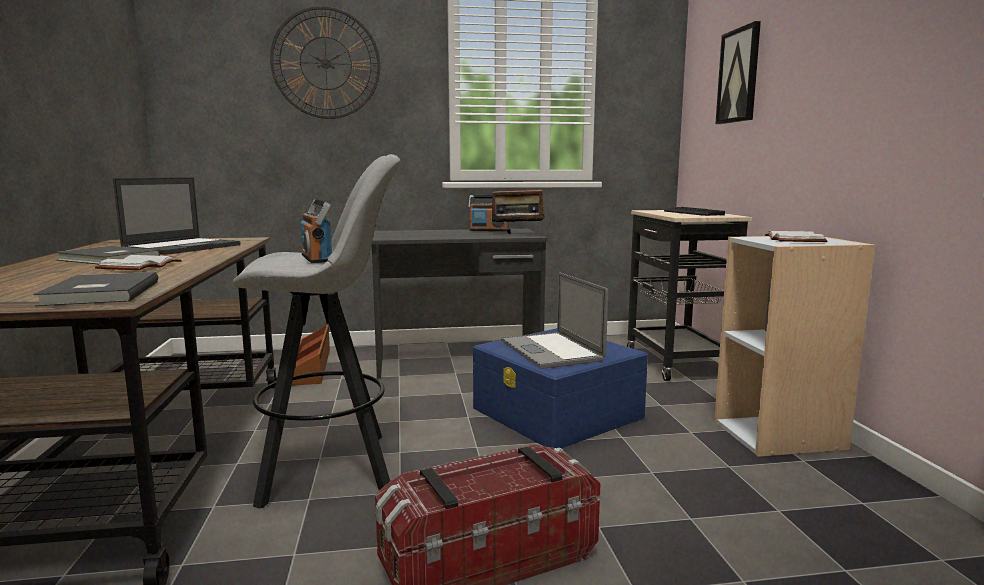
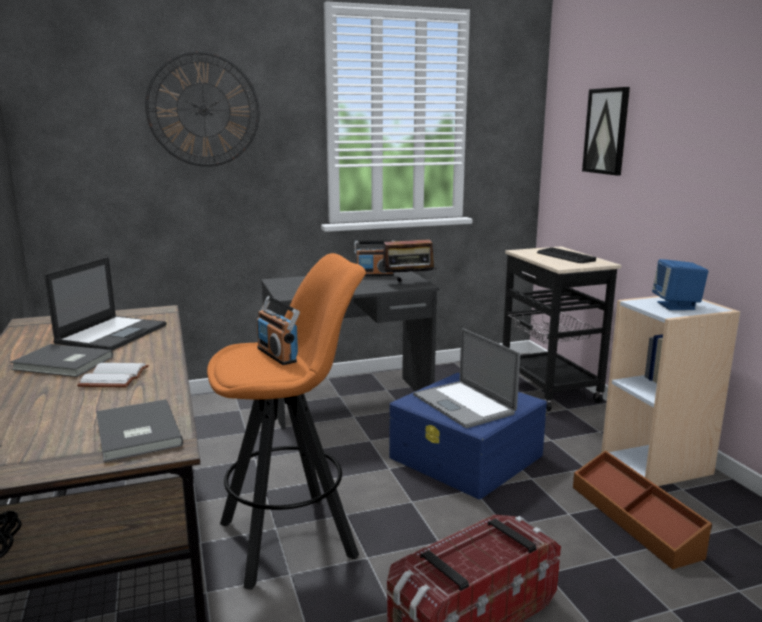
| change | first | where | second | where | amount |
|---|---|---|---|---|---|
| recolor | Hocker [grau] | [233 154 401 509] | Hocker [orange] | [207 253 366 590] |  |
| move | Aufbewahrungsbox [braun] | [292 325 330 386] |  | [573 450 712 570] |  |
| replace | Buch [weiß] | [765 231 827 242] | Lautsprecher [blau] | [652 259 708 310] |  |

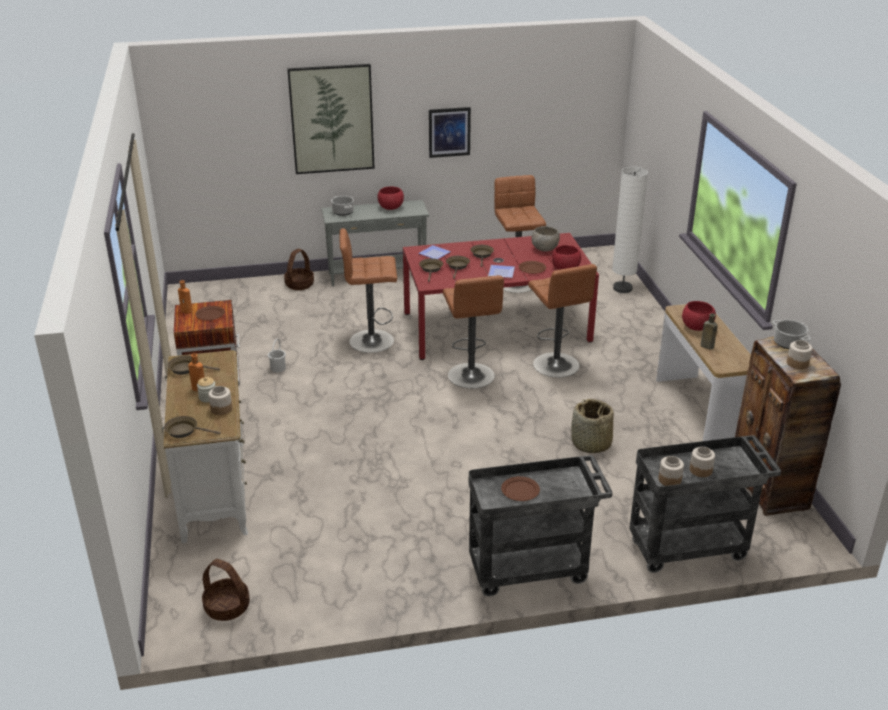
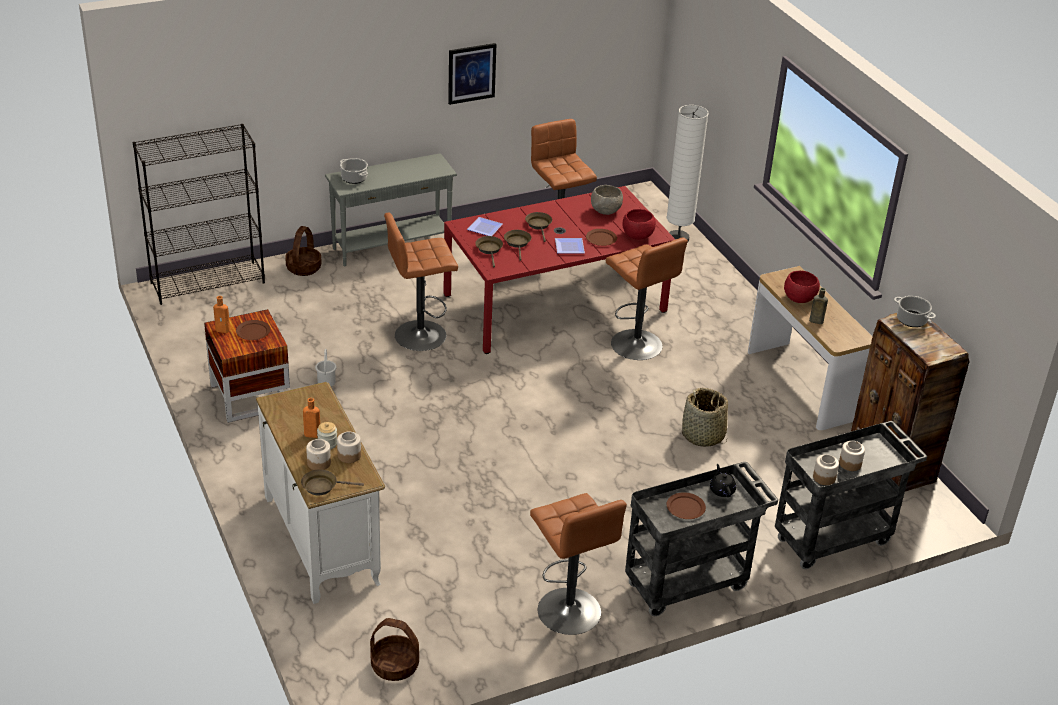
| change | first | where | second | where | amount |
|---|---|---|---|---|---|
| insert |  |  | Bücherregal [schwarz] | [133 124 265 305] |  |
| move | Vorratsglas | [787 340 813 369] |  | [306 439 331 470] |  |
| move | Hocker [braun] | [443 275 504 389] |  | [530 493 627 635] |  |
| insert |  |  | Teekanne [schwarz] | [710 464 736 497] |  |
| delete | Pfanne [braun] | [167 356 220 375] |  |  |  |
| delete | Bild | [287 64 375 174] |  |  |  |
| delete | Schüssel [rot] | [378 186 404 210] |  |  |  |

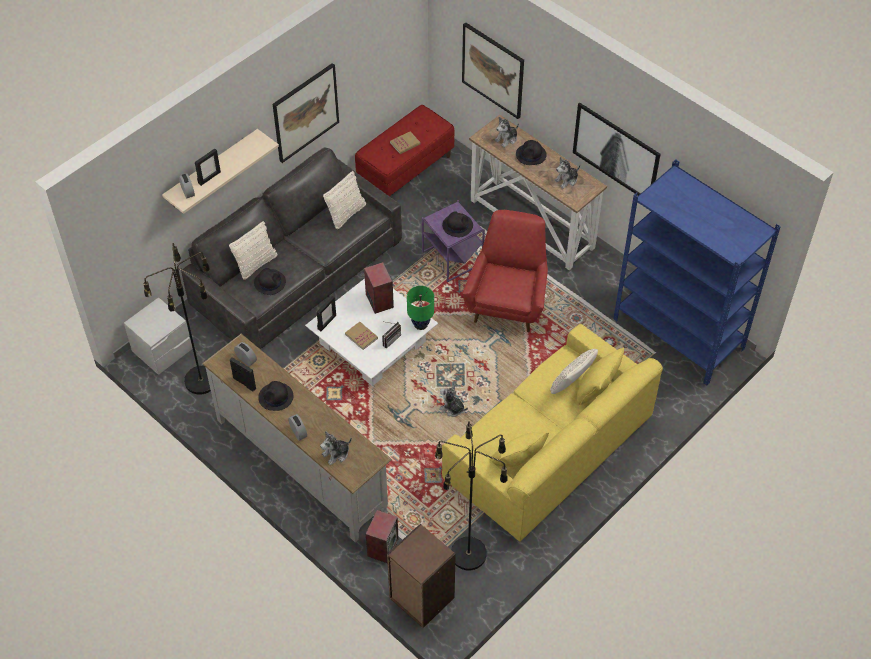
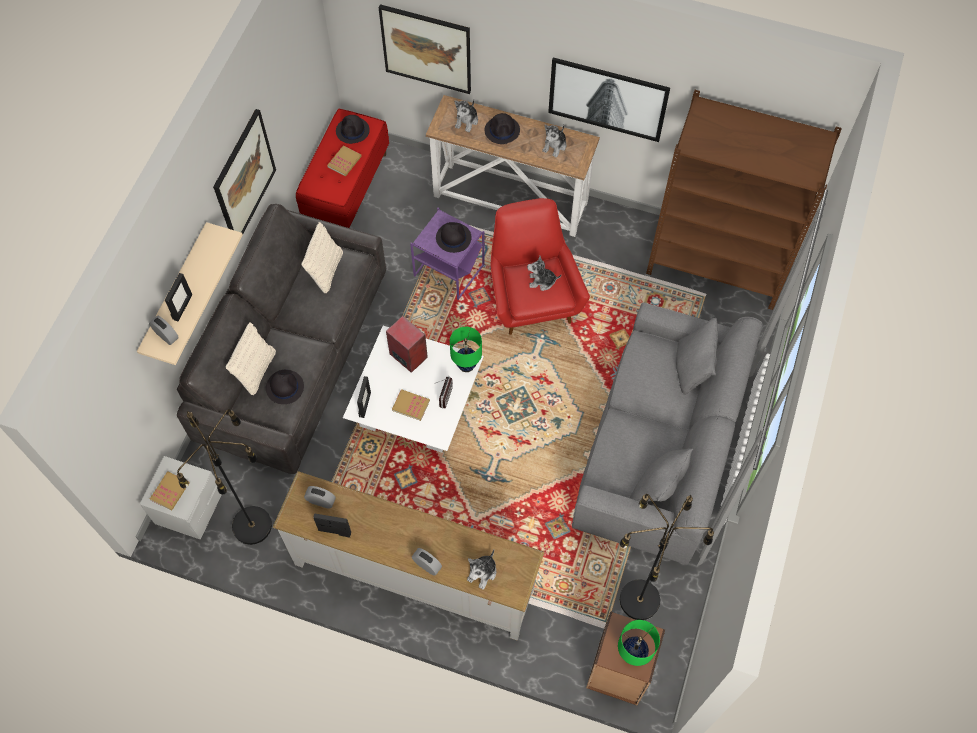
| change | first | where | second | where | amount |
|---|---|---|---|---|---|
| insert |  |  | Buch | [150 471 190 511] |  |
| move | Hut [schwarz] | [258 381 293 411] |  | [336 115 370 144] |  |
| move | Plüschtier | [439 384 468 417] |  | [527 256 561 291] |  |
| recolor | Sofa [gelb] | [442 324 663 542] | Sofa [grau] | [572 303 763 565] |  |
| insert |  |  | Tischlampe [grün] | [618 620 660 666] |  |
| recolor | Bücherregal [blau] | [613 159 781 385] | Bücherregal [braun] | [646 90 842 310] |  |
| delete | Lautsprecher | [366 510 399 563] |  |  |  |
| delete | Kissen [beige] | [550 349 598 394] |  |  |  |

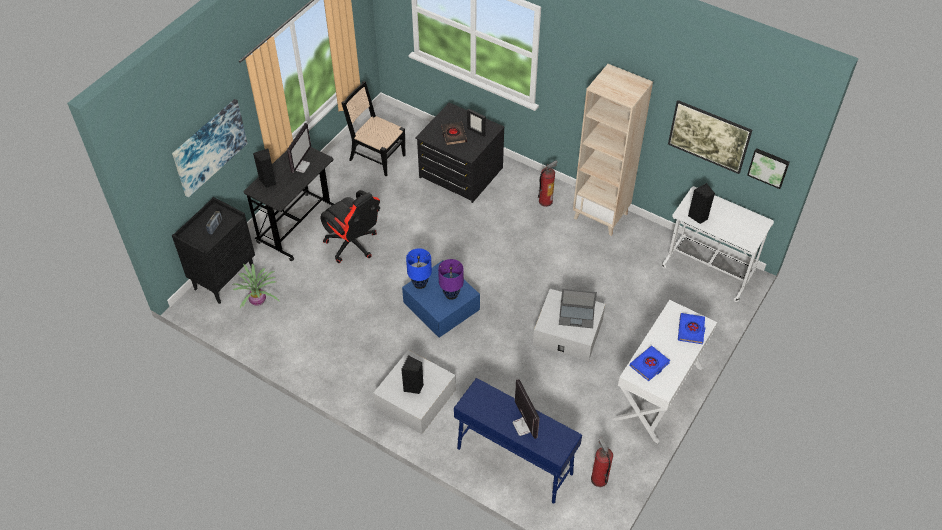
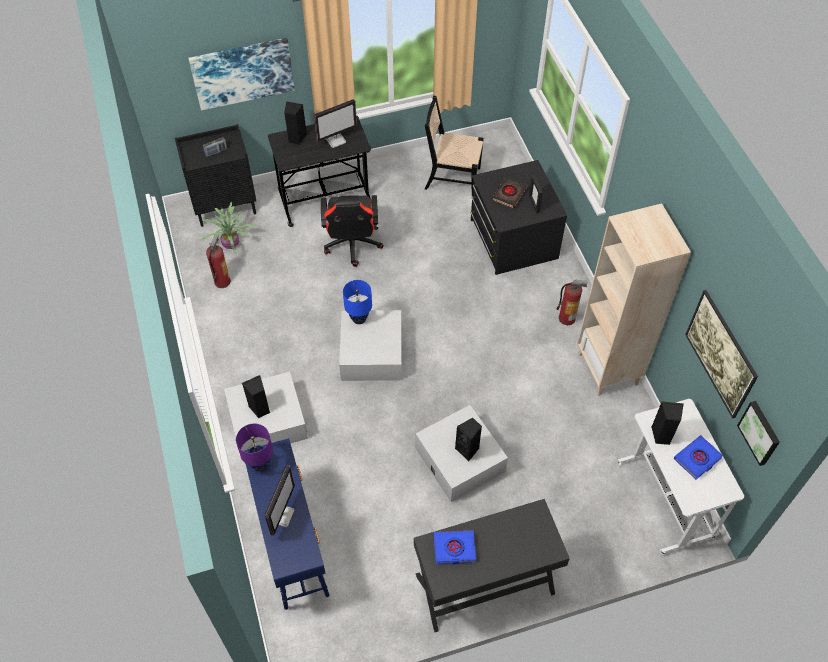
| change | first | where | second | where | amount |
|---|---|---|---|---|---|
| move | Feuerlöscher | [591 438 613 487] |  | [206 234 231 288] |  |
| move | Tischlampe [lila] | [438 259 464 300] |  | [236 424 273 471] |  |
| recolor | Aufbewahrungsbox [blau] | [402 260 480 338] | Aufbewahrungsbox [weiß] | [339 310 402 381] |  |
| recolor | Schreibtisch [weiß] | [612 300 717 443] | Schreibtisch [schwarz] | [414 499 570 632] |  |
| rotate | Stuhl | [342 81 405 176] |  | [425 96 484 195] | 60 degrees counterclockwise |
| replace | Laptop | [559 289 597 328] | Lautsprecher [schwarz] | [455 418 482 461] |  |
| move | Buch [blau] | [678 313 705 344] |  | [674 435 723 480] |  |

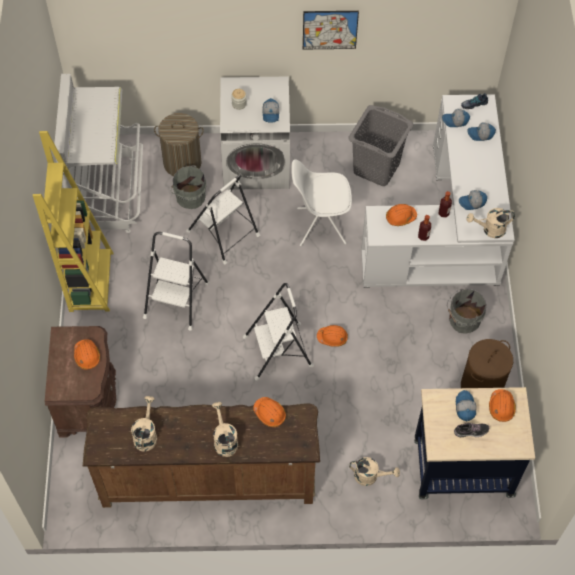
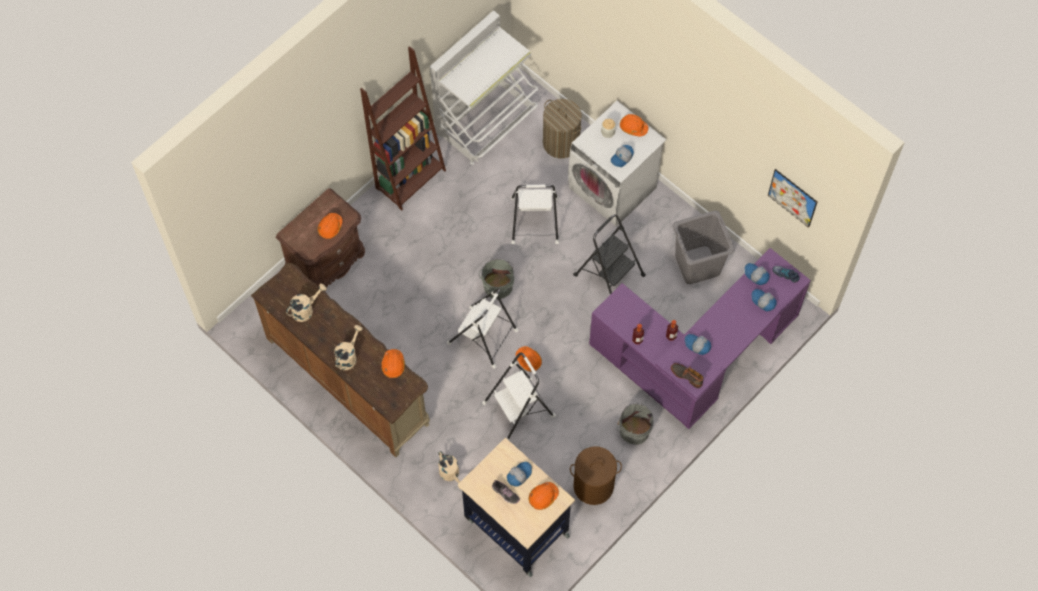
| change | first | where | second | where | amount |
|---|---|---|---|---|---|
| recolor | Bücherregal [gelb] | [33 131 113 312] | Bücherregal [braun] | [360 46 446 211] |  |
| move | Eimer [grau] | [171 165 207 209] |  | [479 259 515 299] |  |
| move | Trittleiter [weiß] | [143 232 210 331] |  | [482 353 556 440] |  |
| replace | Stuhl [weiß] | [291 159 352 246] | Trittleiter [schwarz] | [573 214 646 294] |  |
| recolor | Schreibtisch [weiß] | [361 94 515 288] | Schreibtisch [lila] | [589 248 811 429] |  |
| move | Schutzhelm [orange] | [386 204 417 226] |  | [620 114 648 136] |  |
| replace | Gießkanne [beige] | [467 208 515 238] | Stiefel | [671 363 703 388] |  |
| move | Bild | [303 11 359 50] |  | [768 169 817 228] |  |

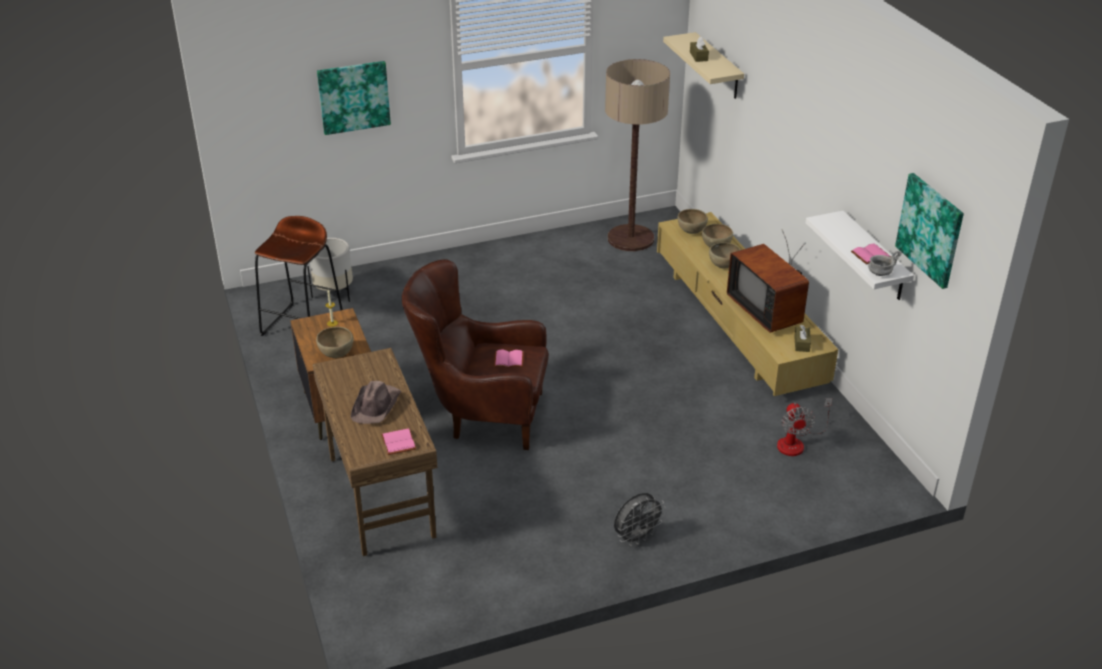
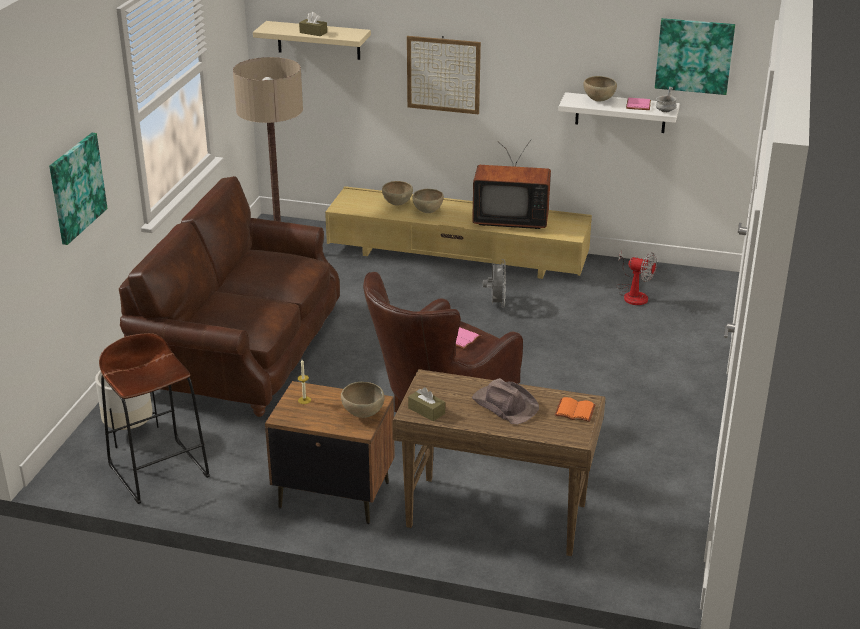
| change | first | where | second | where | amount |
|---|---|---|---|---|---|
| insert |  |  | Sofa [braun] | [119 176 340 417] |  |
| insert |  |  | Bild | [407 36 481 115] |  |
| move | Taschentuchbox [braun] | [794 325 811 352] |  | [408 387 445 421] |  |
| move | Ventilator [grau] | [614 493 666 546] |  | [483 259 506 308] |  |
| recolor | Buch [rosa] | [381 428 417 455] | Buch [orange] | [554 397 596 422] |  |
| move | Schüssel [braun] | [678 209 708 234] |  | [583 76 617 102] |  |

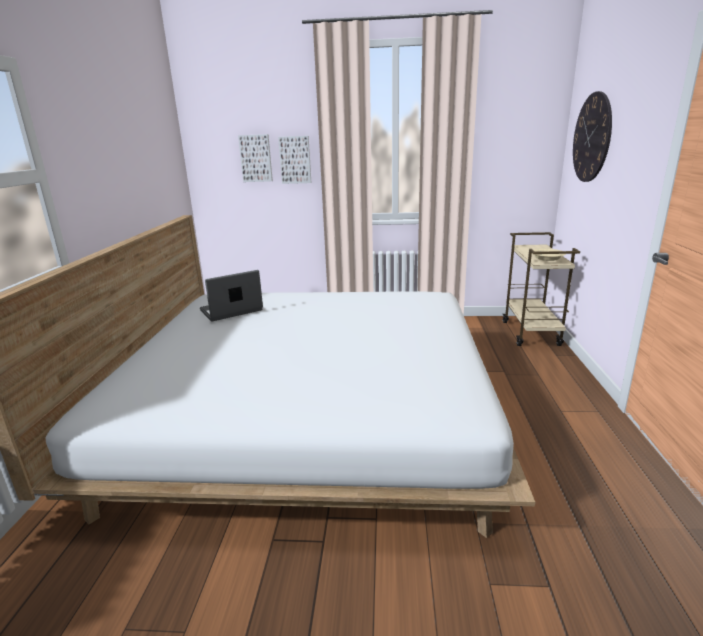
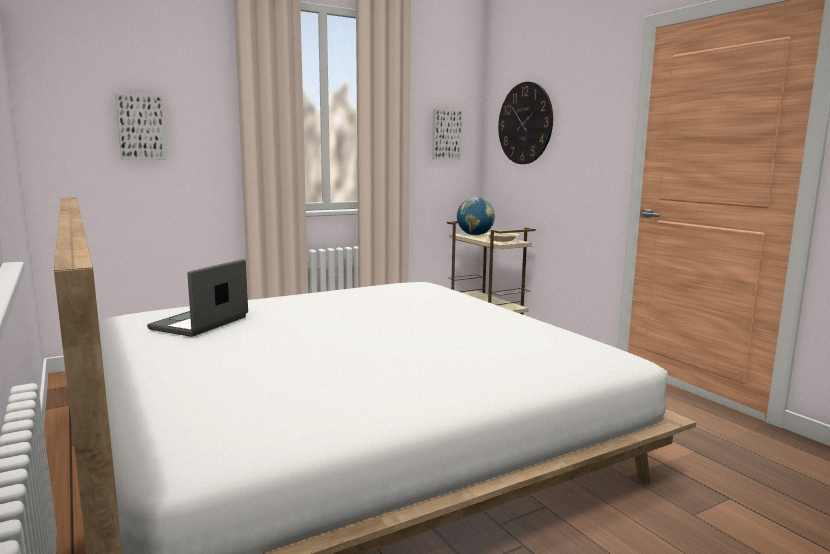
| change | first | where | second | where | amount |
|---|---|---|---|---|---|
| move | Bild | [278 136 311 184] |  | [432 109 462 159] |  |
| insert |  |  | Globus | [457 197 495 235] |  |

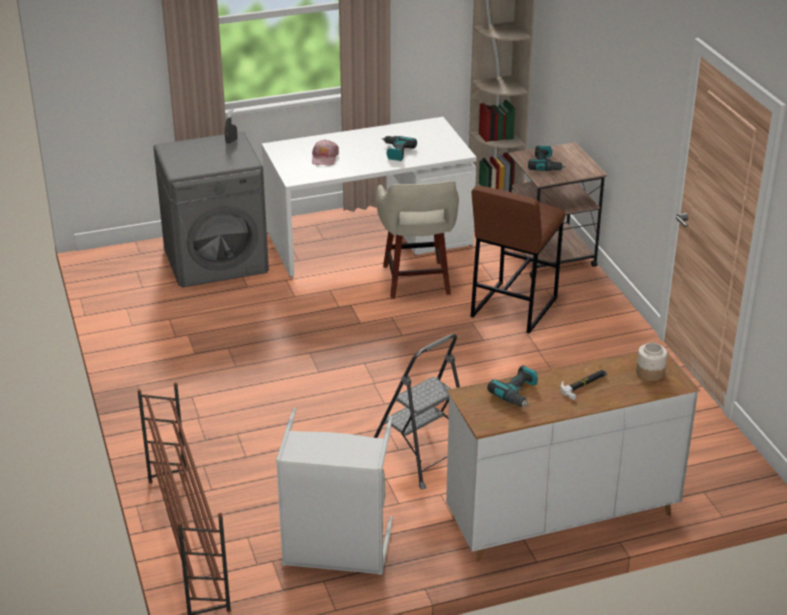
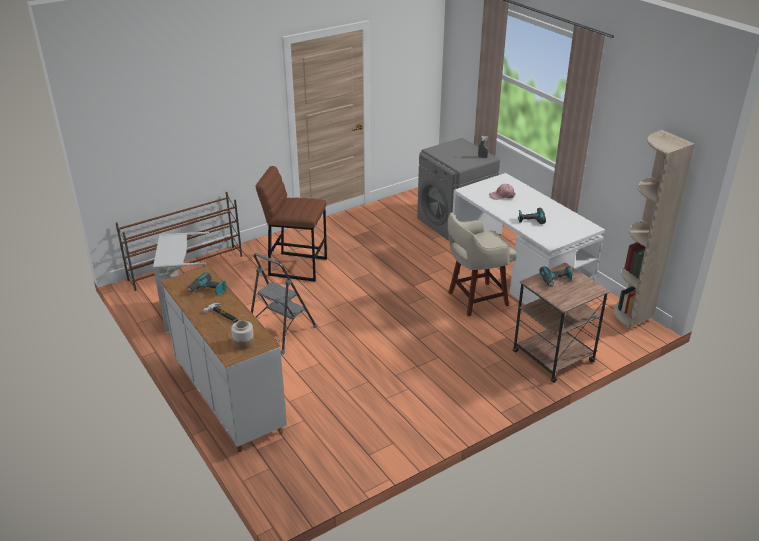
| change | first | where | second | where | amount |
|---|---|---|---|---|---|
| move | Hocker [braun] | [471 186 565 334] |  | [255 166 327 282] |  |

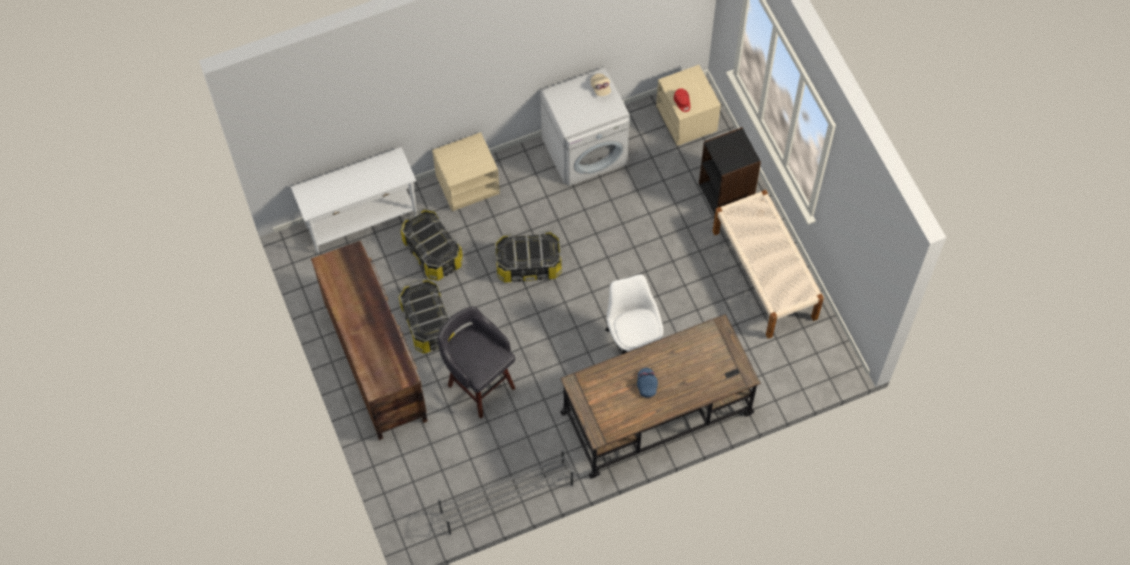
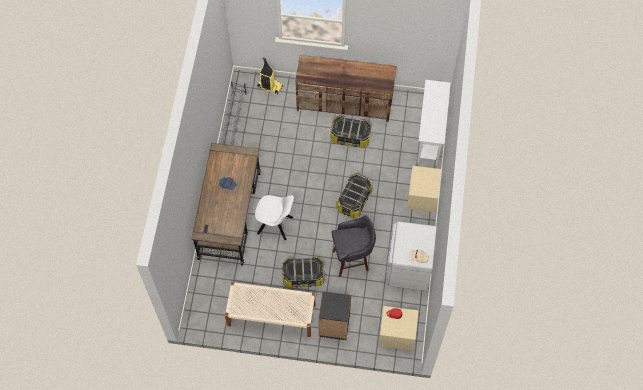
| change | first | where | second | where | amount |
|---|---|---|---|---|---|
| insert |  |  | Staubsauger | [257 57 283 95] |  |
| move | Aufbewahrungsbox | [401 208 463 281] |  | [282 256 324 288] |  |
| move | Hocker [grau] | [437 306 515 418] |  | [332 215 376 277] |  |

